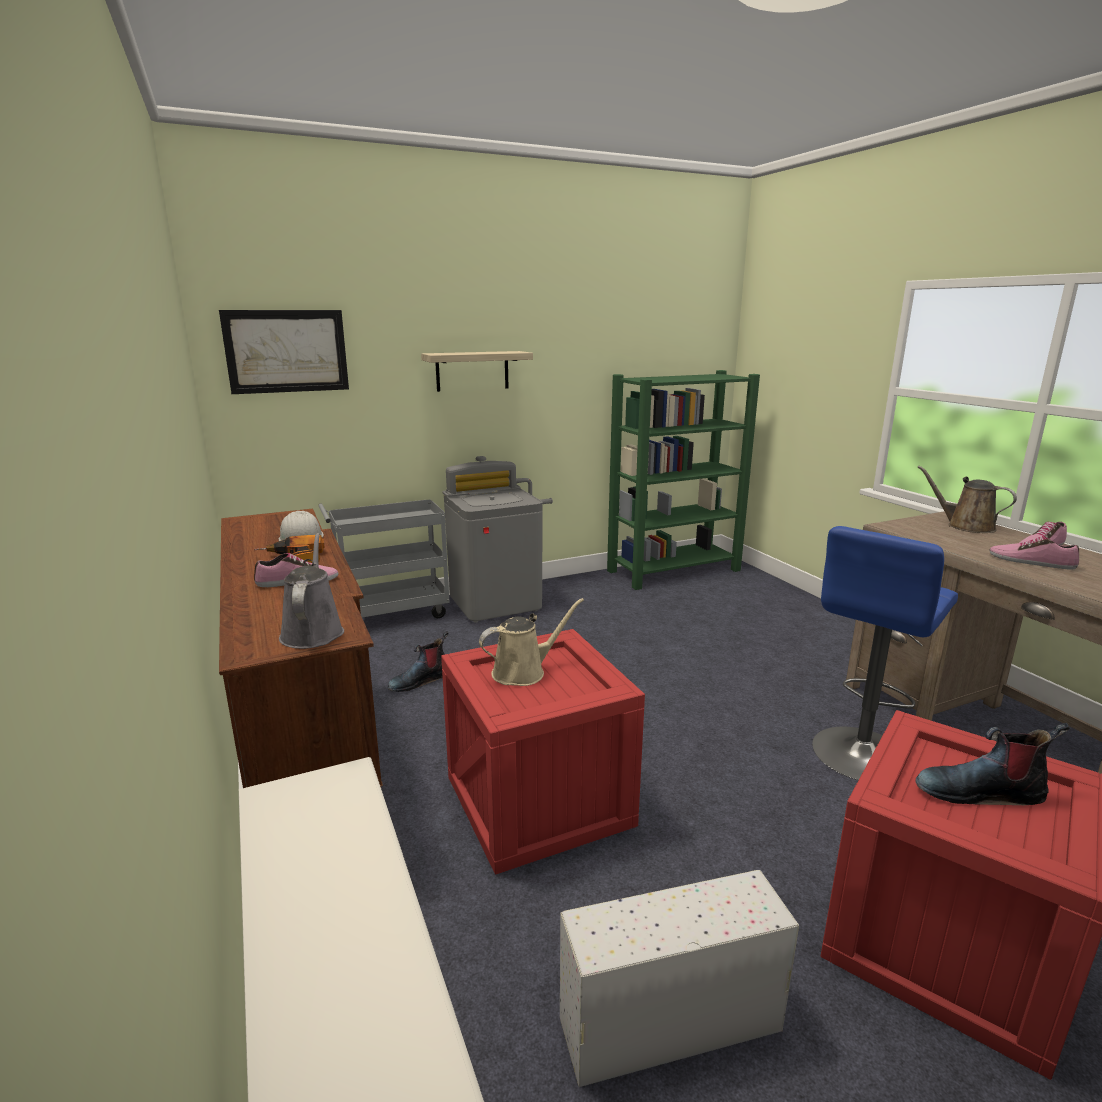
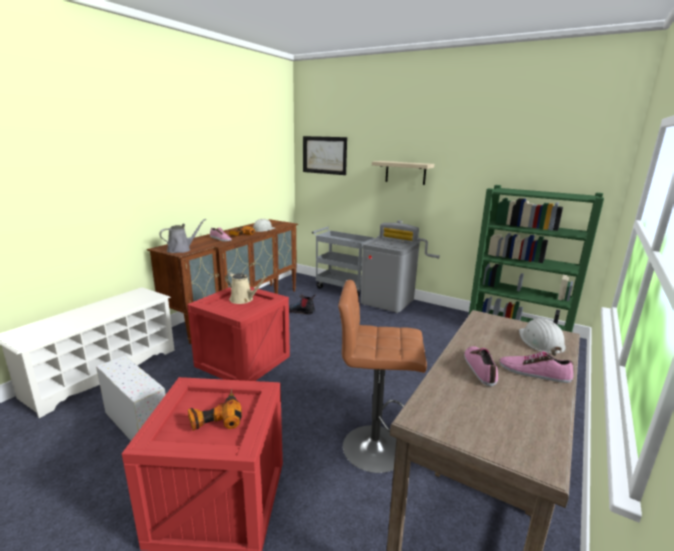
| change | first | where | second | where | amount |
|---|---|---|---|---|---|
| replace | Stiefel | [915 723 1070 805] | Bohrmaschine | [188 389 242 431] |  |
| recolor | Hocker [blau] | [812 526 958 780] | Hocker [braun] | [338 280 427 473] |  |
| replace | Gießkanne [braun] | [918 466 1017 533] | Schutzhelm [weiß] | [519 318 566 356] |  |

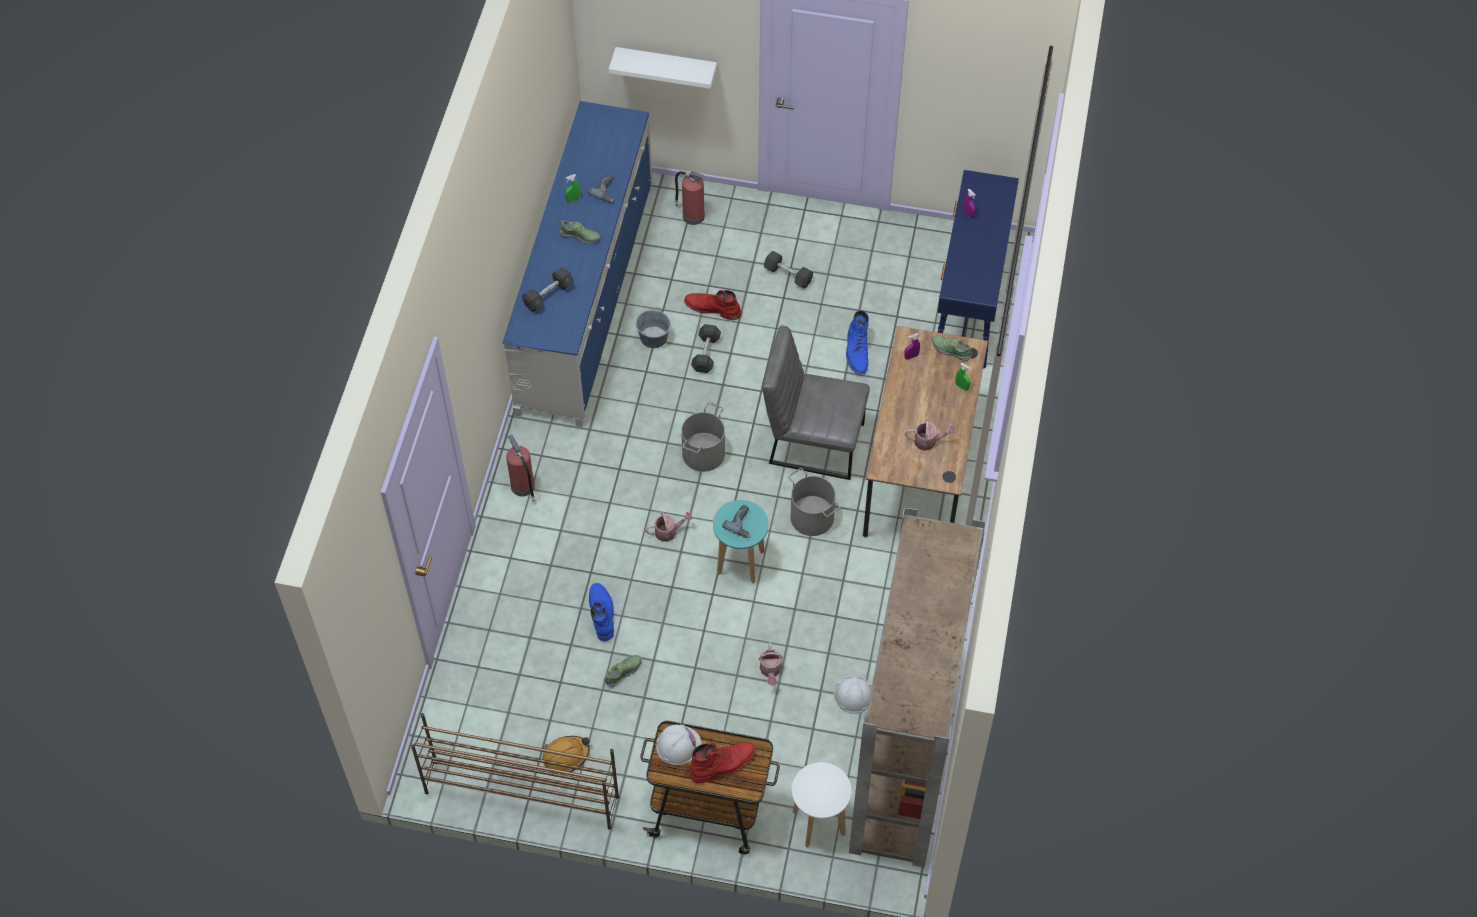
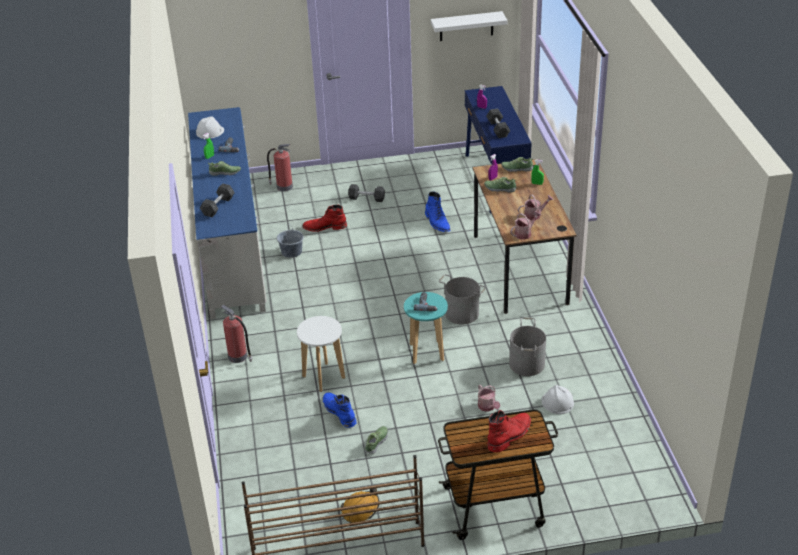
| change | first | where | second | where | amount |
|---|---|---|---|---|---|
| move | Schutzhelm [weiß] | [656 724 702 765] |  | [196 116 224 139] |  |
| move | Hocker [weiß] | [792 762 852 847] |  | [297 316 345 392] |  |
| move | Wandregal [weiß] | [609 47 717 89] |  | [431 11 508 41] |  |
| insert |  |  | Schuh | [484 177 516 193] |  |
| move | Hantel [grau] | [691 324 721 373] |  | [486 109 510 138] |  |
| move | Eimer [grau] | [681 402 725 472] |  | [509 318 546 376] |  |
| move | Gießkanne | [645 512 693 542] |  | [510 211 541 240] |  |
| delete | Stuhl [grau] | [762 325 870 480] |  |  |  |
| delete | Bücherregal [braun] | [849 507 986 868] |  |  |  |

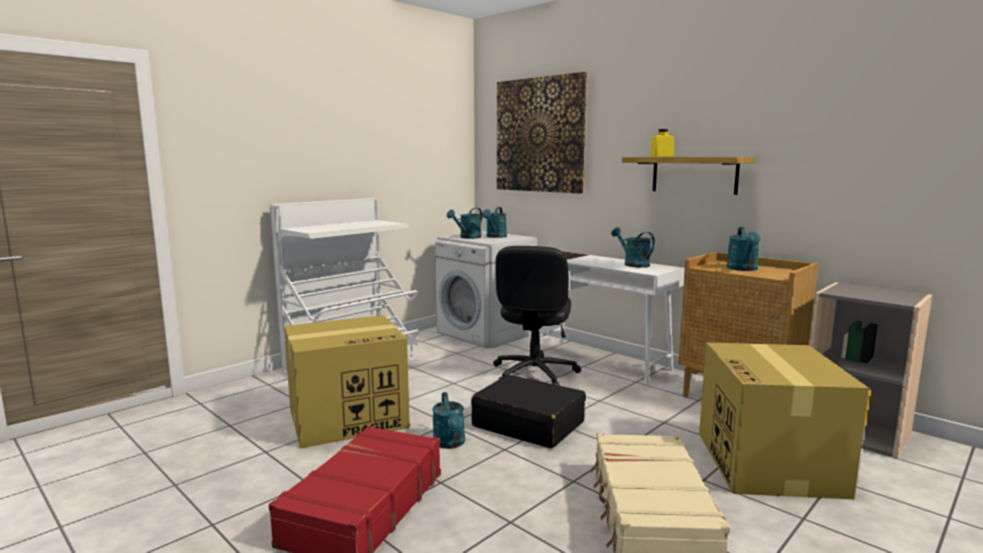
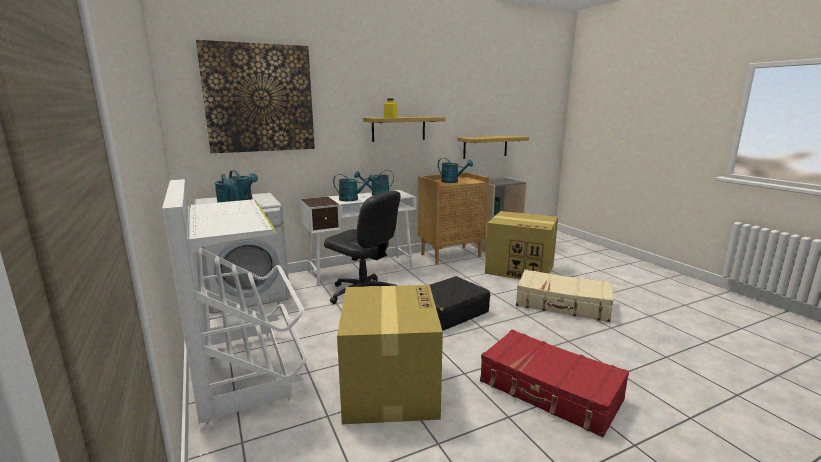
| change | first | where | second | where | amount |
|---|---|---|---|---|---|
| move | Gießkanne [türkis] | [432 392 465 449] |  | [333 174 375 201] |  |
| insert |  |  | Wandregal | [457 135 529 159] |  |

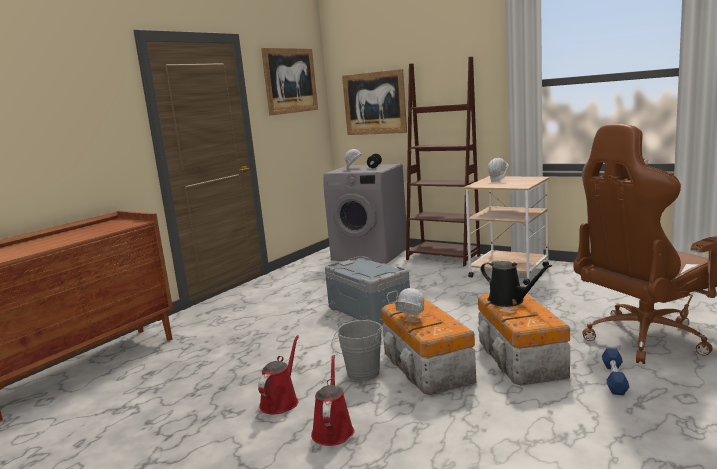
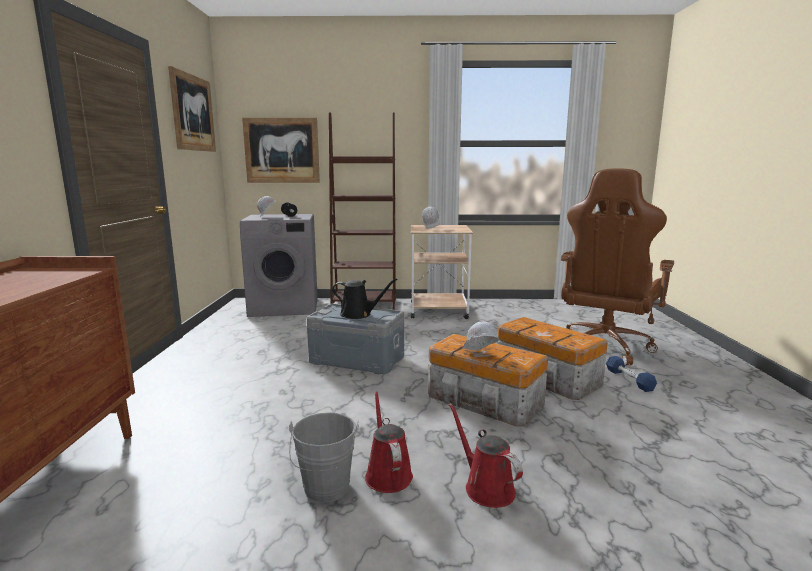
| change | first | where | second | where | amount |
|---|---|---|---|---|---|
| move | Eimer [grau] | [331 320 382 381] |  | [289 412 359 503] |  |
| move | Gießkanne [schwarz] | [481 261 552 307] |  | [332 278 398 319] |  |

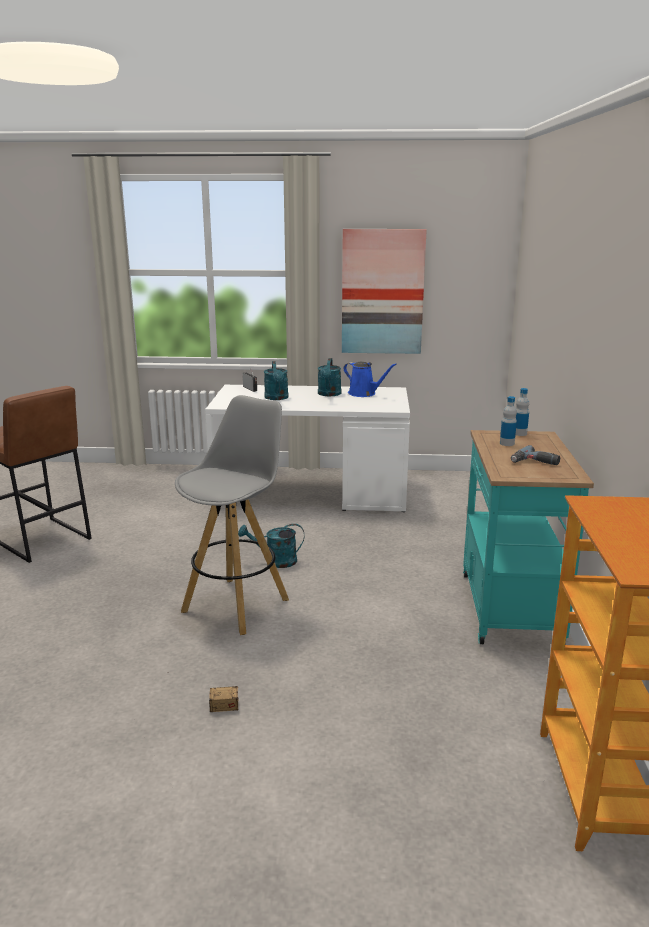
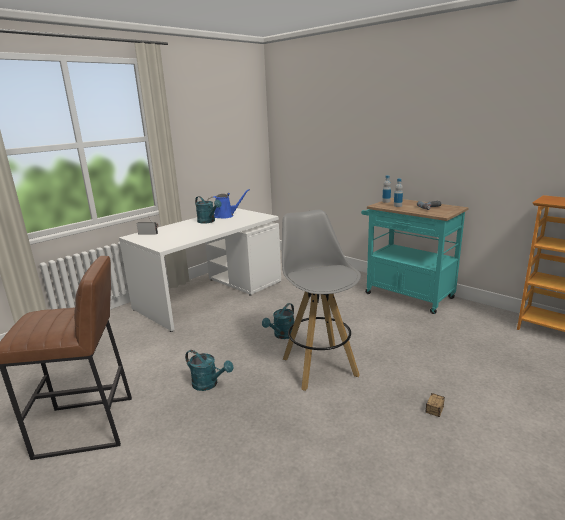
| change | first | where | second | where | amount |
|---|---|---|---|---|---|
| move | Gießkanne [türkis] | [264 361 289 400] |  | [185 350 233 391] |  |
| delete | Bild | [342 229 427 354] |  |  |  |

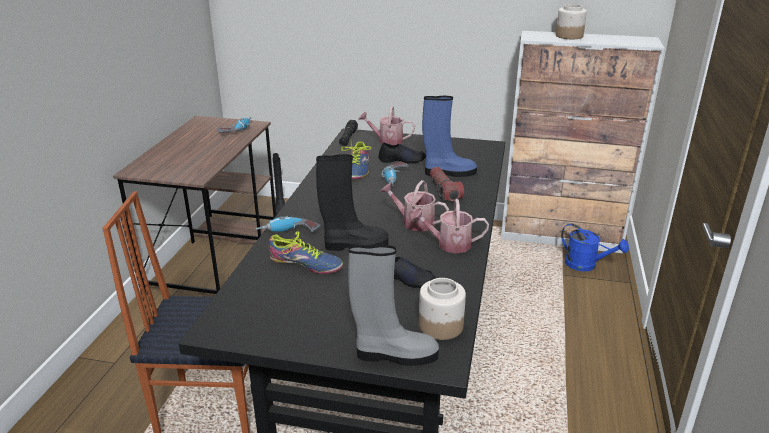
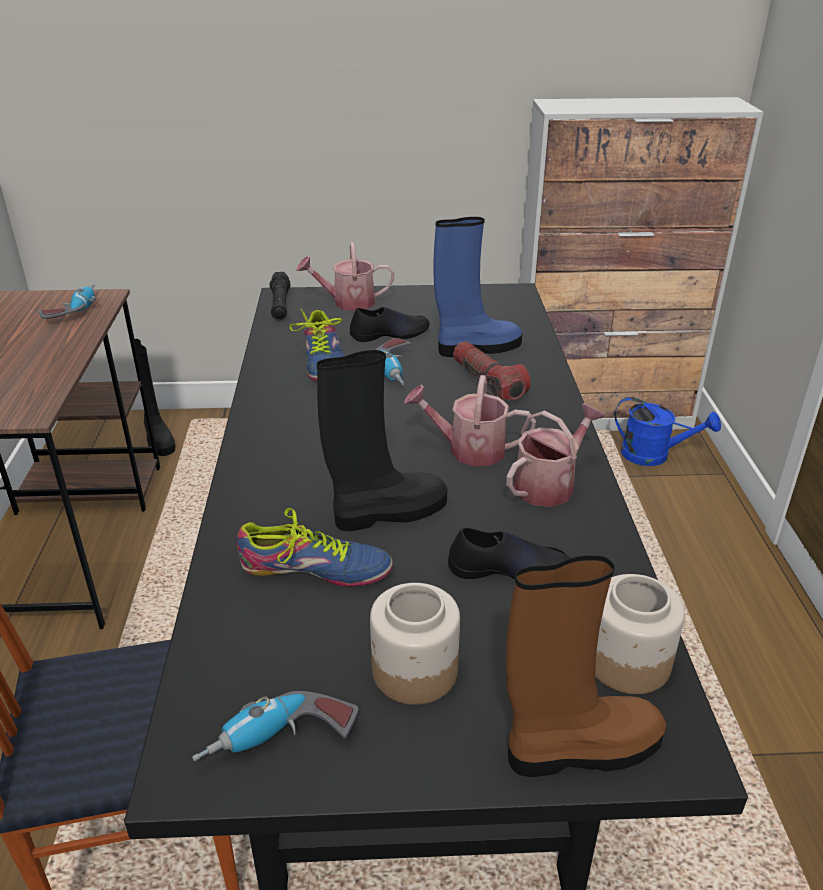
| change | first | where | second | where | amount |
|---|---|---|---|---|---|
| move | Bohrmaschine | [256 216 321 232] |  | [192 691 359 762] |  |
| move | Vorratsglas | [555 4 587 39] |  | [370 583 460 705] |  |
| recolor | Stiefel [grau] | [348 245 439 366] | Stiefel [braun] | [505 555 666 777] |  |
| rotate | Gießkanne | [410 199 489 254] |  | [506 404 604 507] | 150 degrees clockwise |

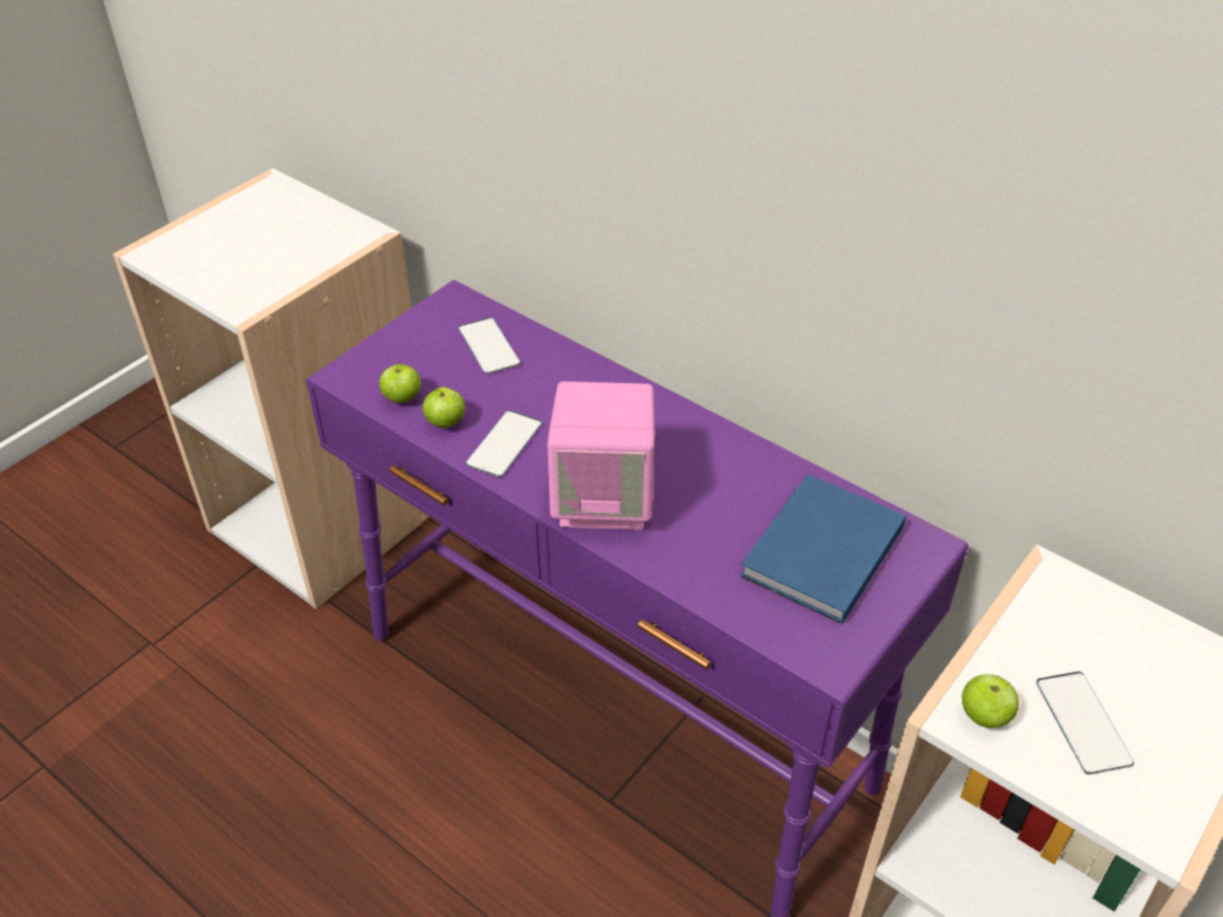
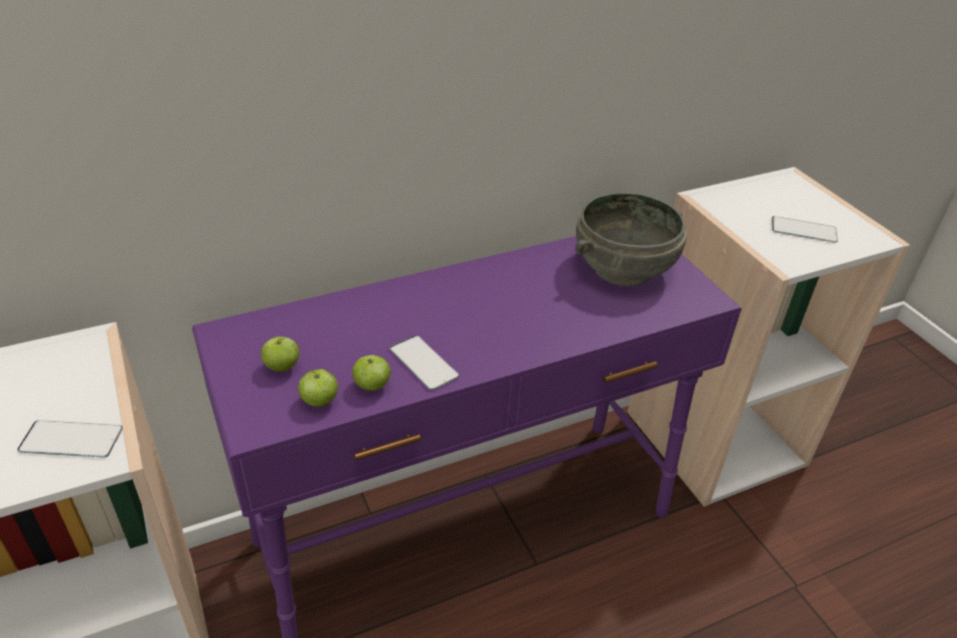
| change | first | where | second | where | amount |
|---|---|---|---|---|---|
| move | Handy | [458 317 520 374] |  | [17 420 123 458] |  |
| move | Apfel | [961 674 1019 728] |  | [260 336 299 372] |  |
| replace | Buch [blau] | [740 474 906 624] | Schüssel [grau] | [575 193 687 286] |  |
| delete | Lautsprecher [rosa] | [547 381 655 530] |  |  |  |

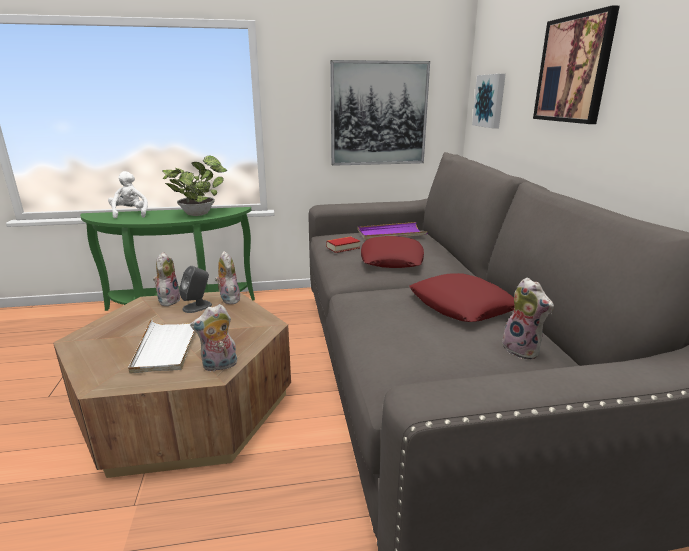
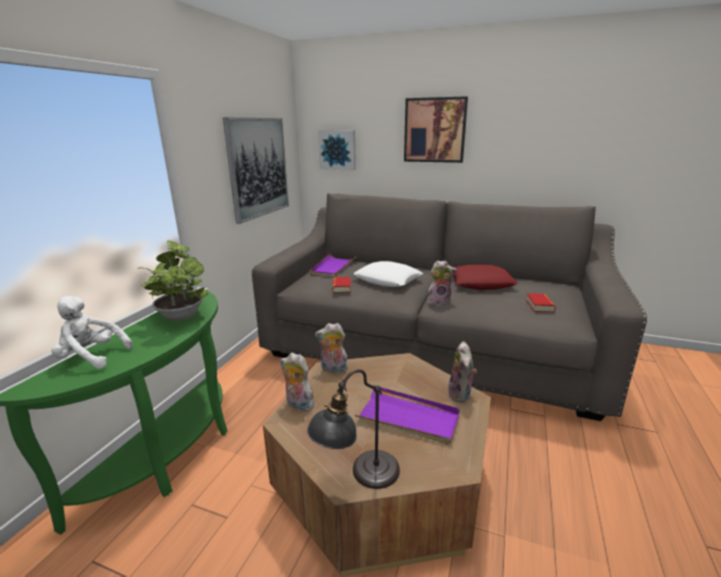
| change | first | where | second | where | amount |
|---|---|---|---|---|---|
| insert |  |  | Tischlampe [grau] | [307 369 400 489] |  |
| recolor | Kissen [rot] | [361 236 424 268] | Kissen [weiß] | [353 261 423 287] |  |
| recolor | Tablett [weiß] | [128 319 195 374] | Tablett [lila] | [355 385 460 445] |  |
| move | Plüschtier | [502 278 554 359] |  | [428 261 457 306] |  |
| insert |  |  | Buch | [526 293 556 312] |  |
| delete | Lautsprecher [grau] | [179 266 212 313] |  |  |  |

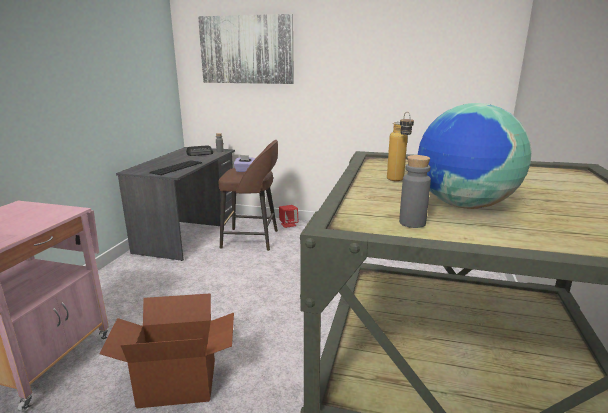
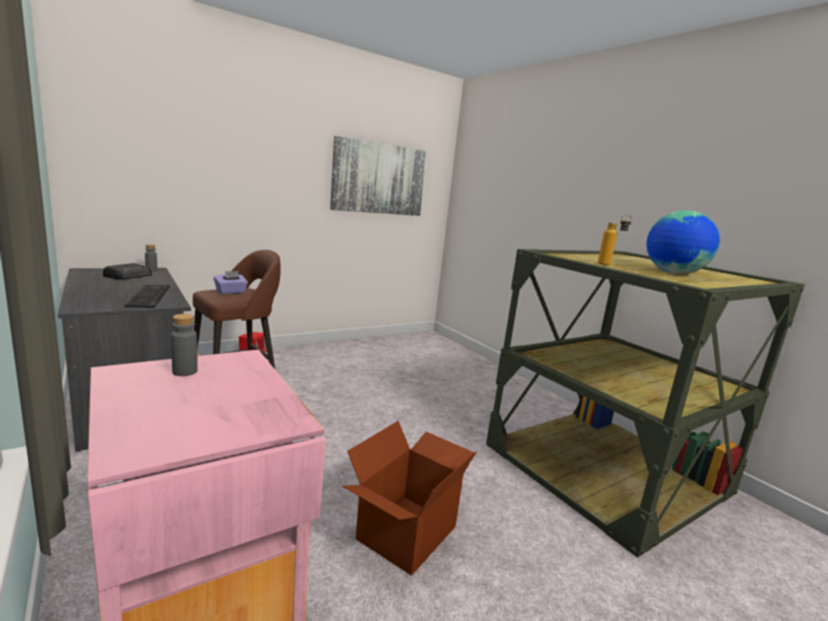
| change | first | where | second | where | amount |
|---|---|---|---|---|---|
| move | Flasche [grau] | [399 155 431 228] |  | [171 314 198 376] |  |
| move | Bild | [198 14 294 84] |  | [330 136 427 216] |  |

